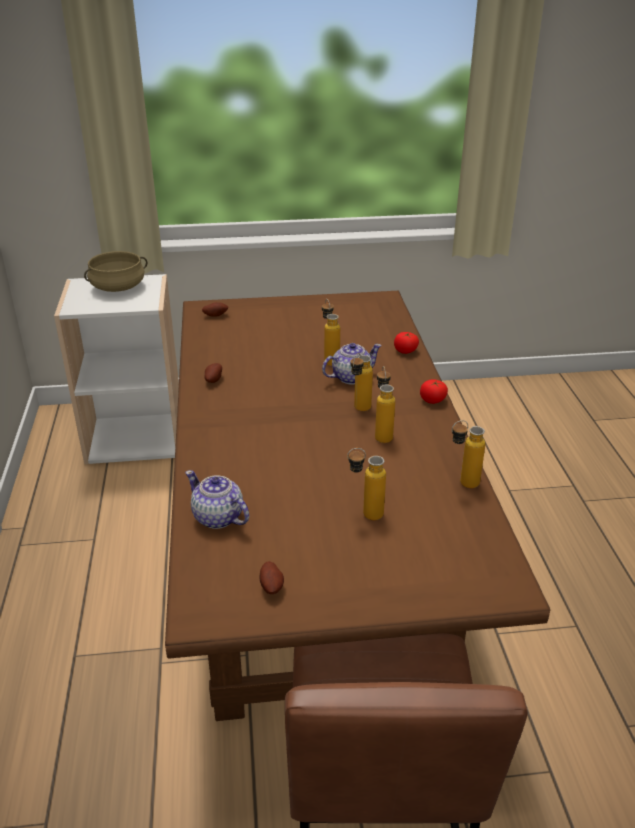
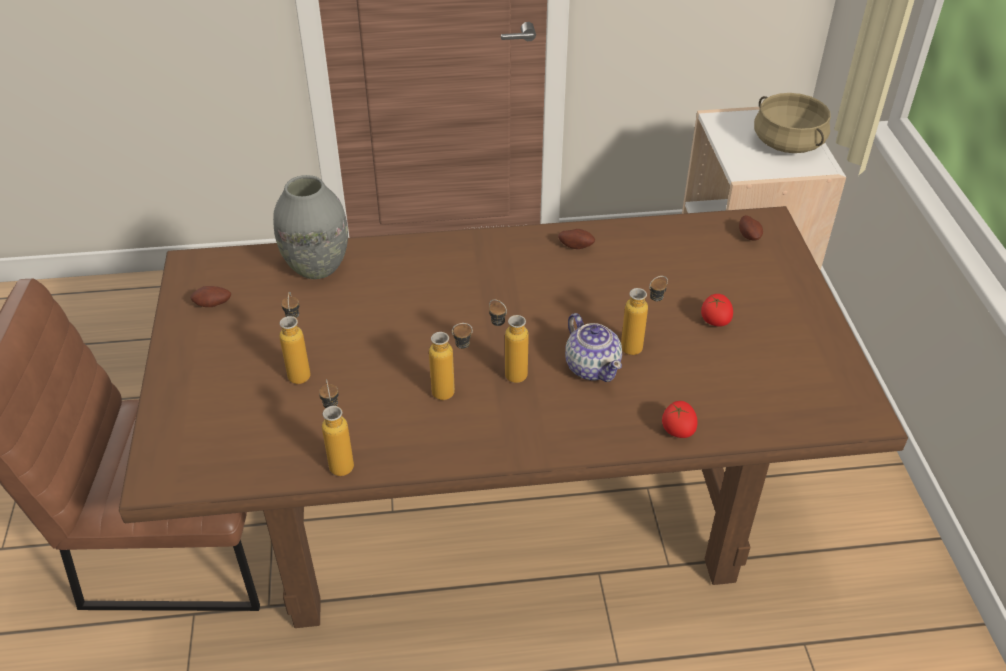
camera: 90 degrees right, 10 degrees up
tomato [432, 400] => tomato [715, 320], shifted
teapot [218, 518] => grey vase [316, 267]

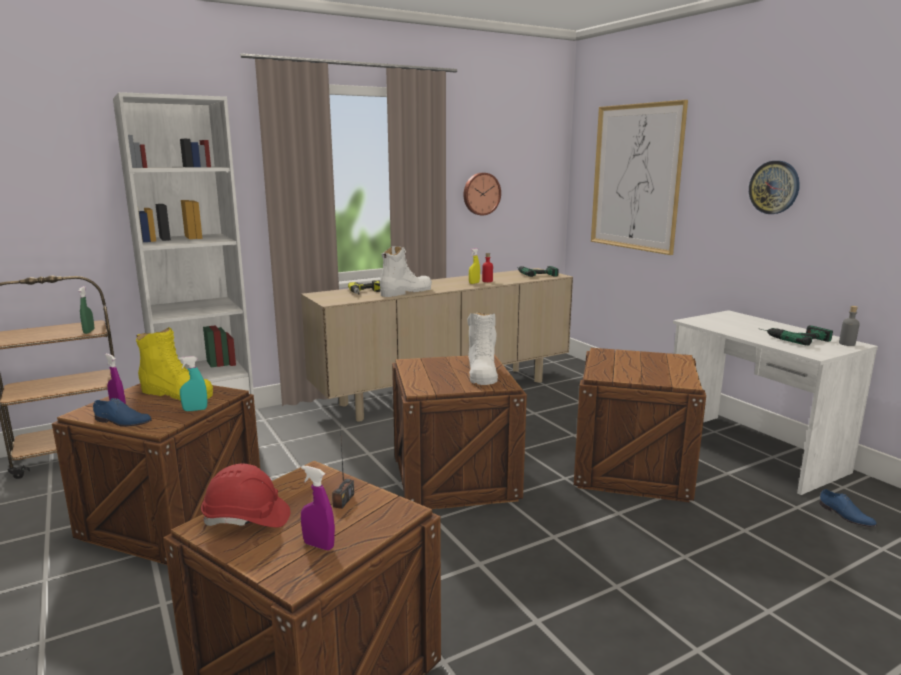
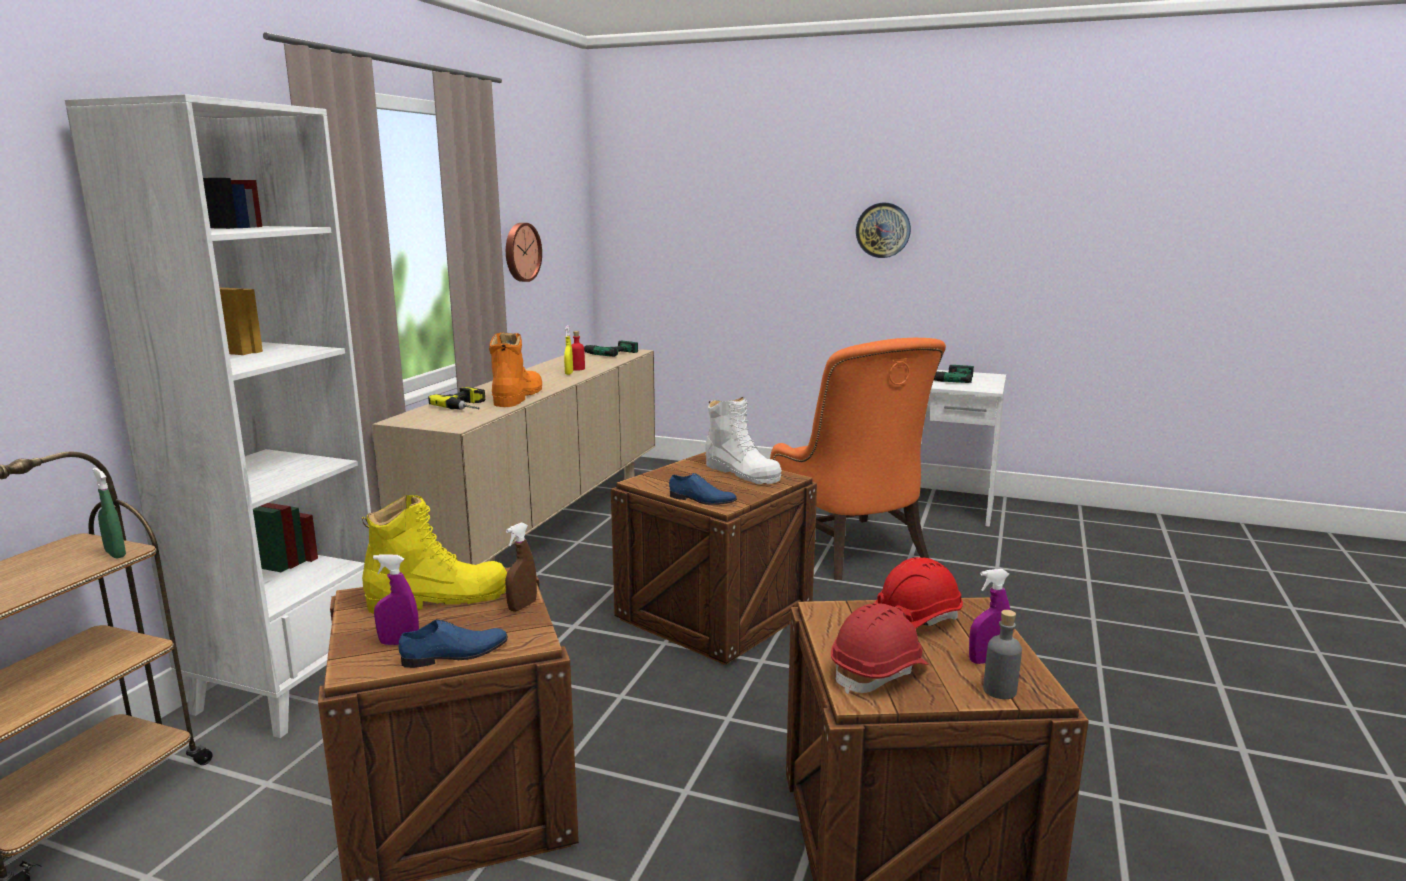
camera: 40 degrees left, 0 degrees up
picture [636, 177] => nothing
blue shoe [845, 515] => blue shoe [701, 499], shifted
grey bottle [847, 344] => grey bottle [999, 690], shifted
radio [343, 500] => red hard hat [913, 621]
crate [632, 470] => orange chair [851, 549]
turquoise spray bottle [195, 410] => brown spray bottle [522, 606]
white boot [406, 292] => orange boot [517, 397]

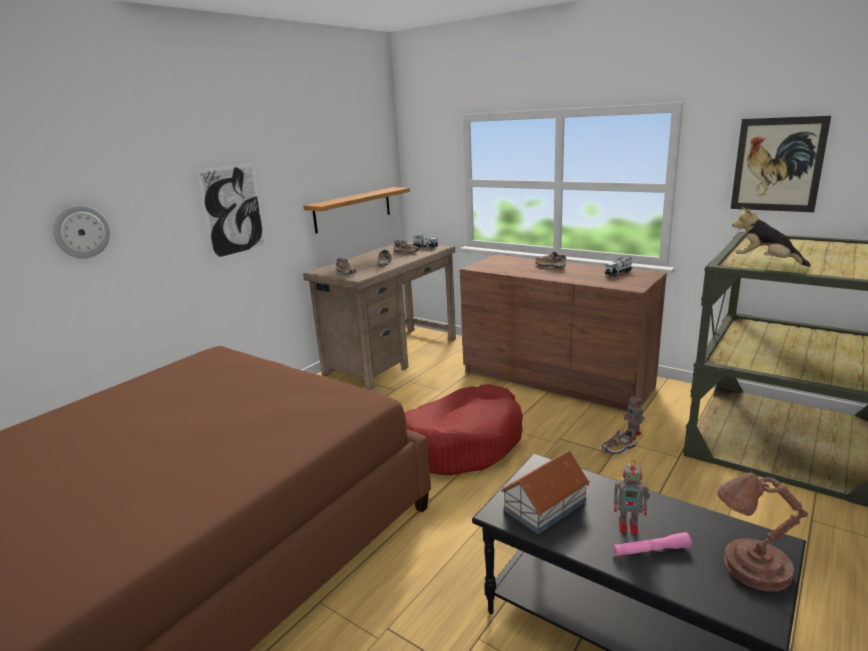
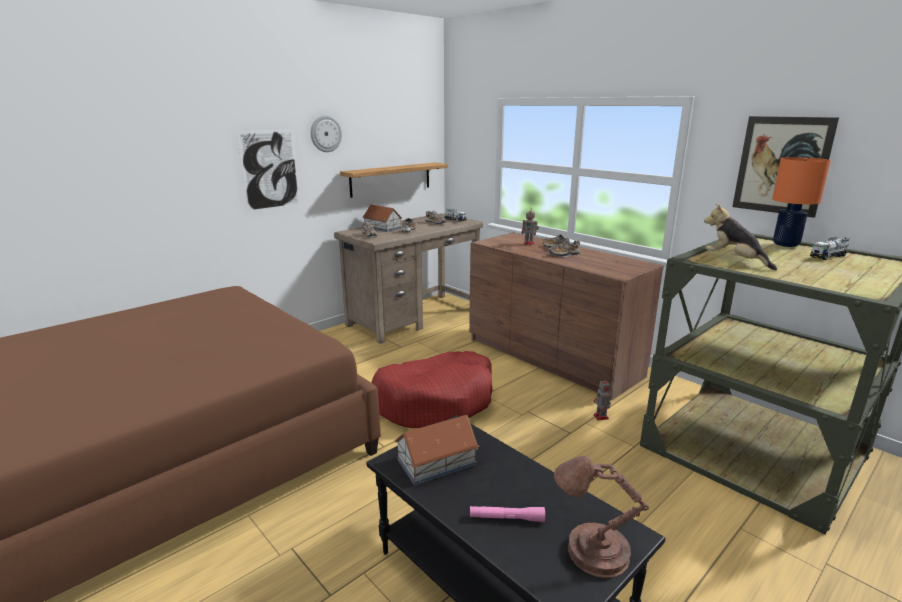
camera: 10 degrees right, 0 degrees up
nothing => toy house [382, 228]
nothing => orange table lamp [785, 245]
wall clock [81, 231] => wall clock [325, 133], shifted
shoe [619, 448] => shoe [564, 255], shifted
toy truck [618, 273] => toy truck [828, 256], shifted
toy robot [629, 526] => toy robot [529, 244], shifted

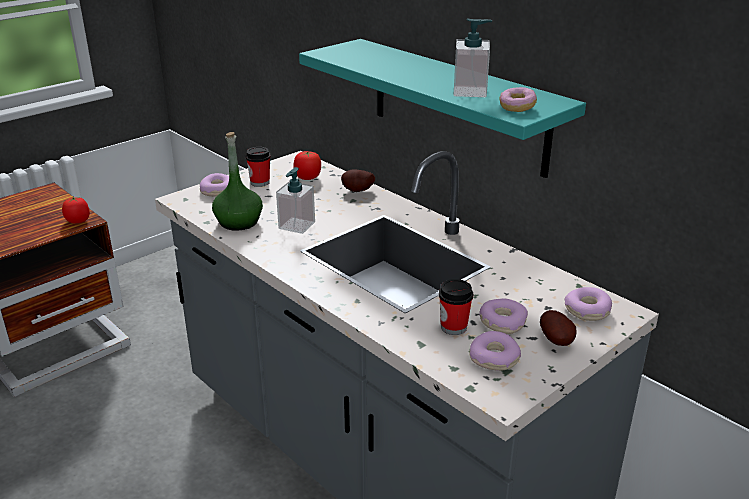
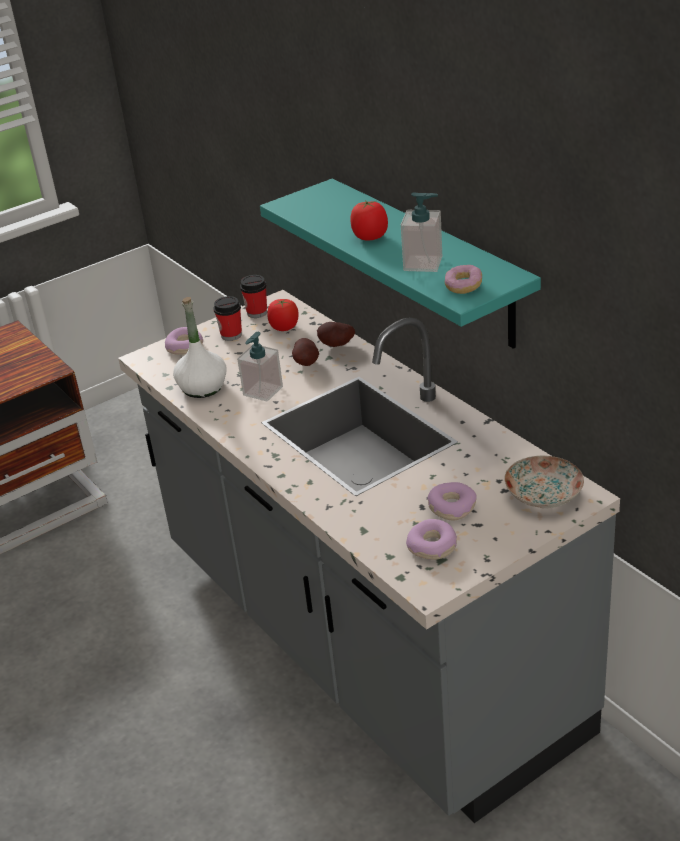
camera: 10 degrees right, 5 degrees up
tomato [78, 221] => tomato [370, 237], shifted
cup [453, 327] => cup [257, 313], shifted
potato [557, 341] => potato [307, 363], shifted
donut [587, 311] => plate [544, 495]
green bottle [238, 222] => white bottle [202, 387]

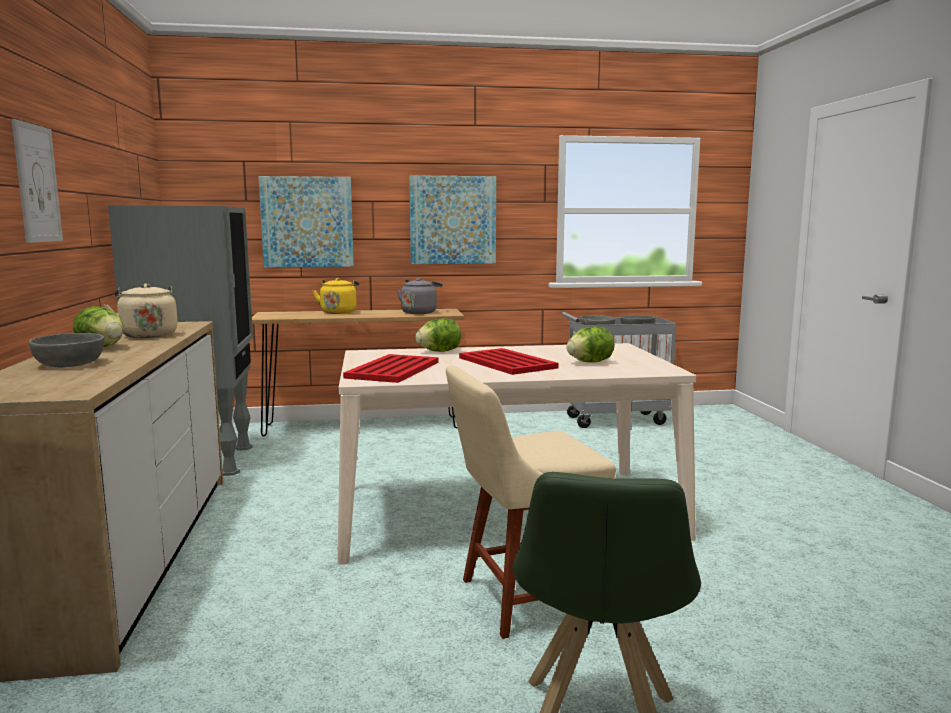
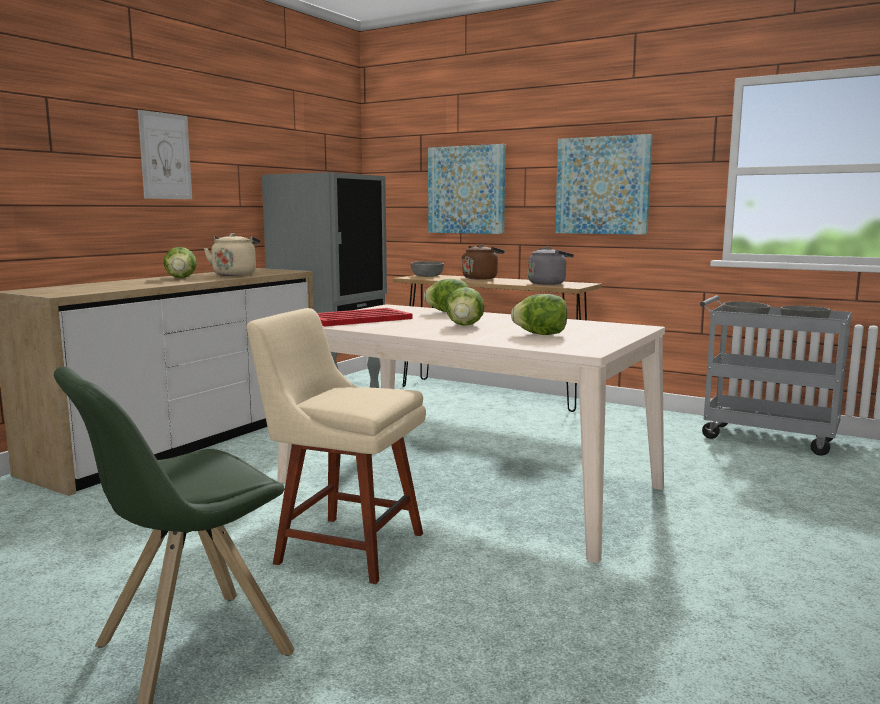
camera: 40 degrees right, 0 degrees up
grey bowl [70, 364] => grey bowl [427, 276], shifted
red tray [506, 362] => lettuce [465, 325]
yellow kettle [339, 312] => brown kettle [481, 278]

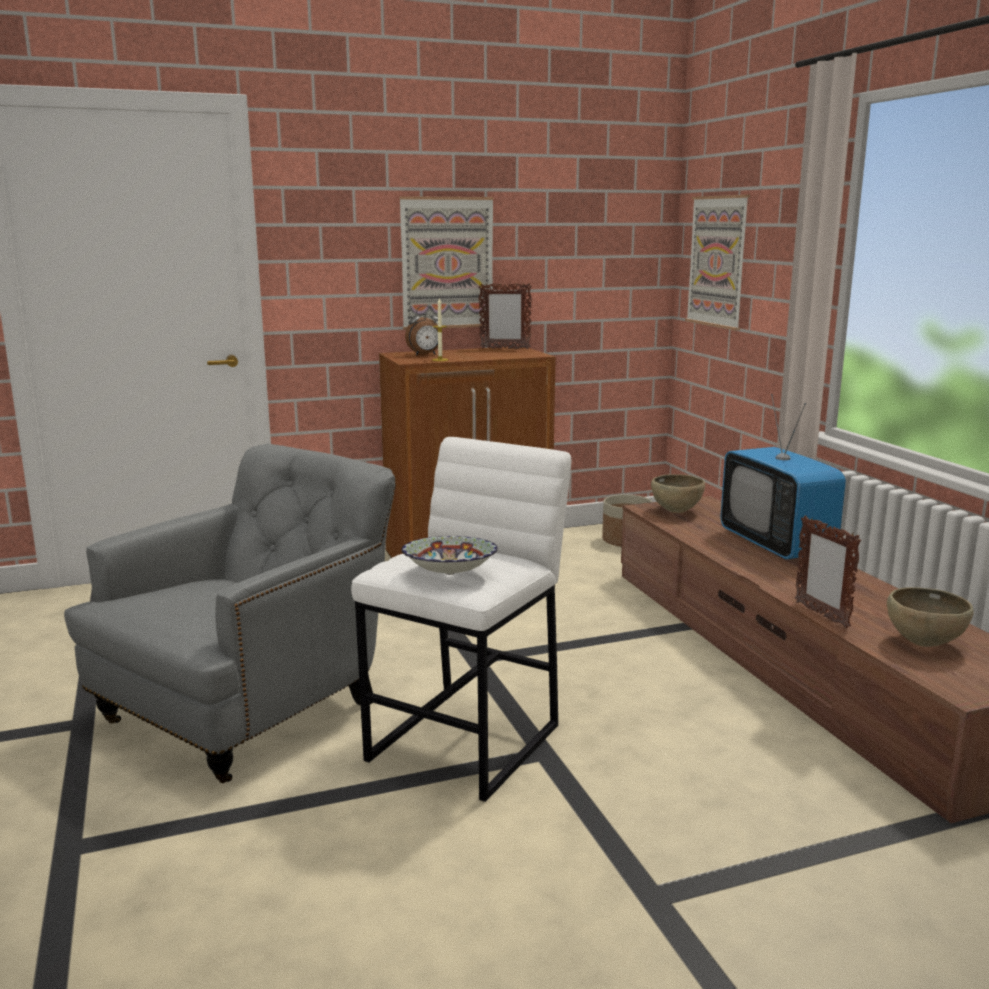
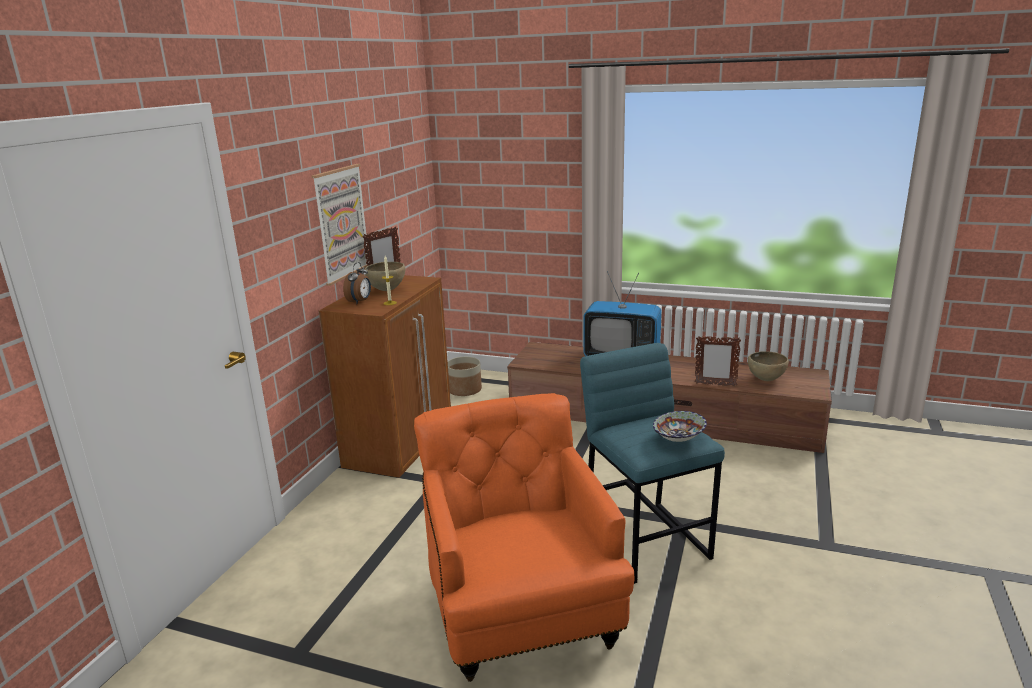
camera: 50 degrees left, 5 degrees up
picture [718, 261] => nothing
brown bowl [676, 512] => brown bowl [387, 290], shifted
grey armchair [253, 708] => orange armchair [519, 606]
white stool [467, 740] => blue stool [645, 539]

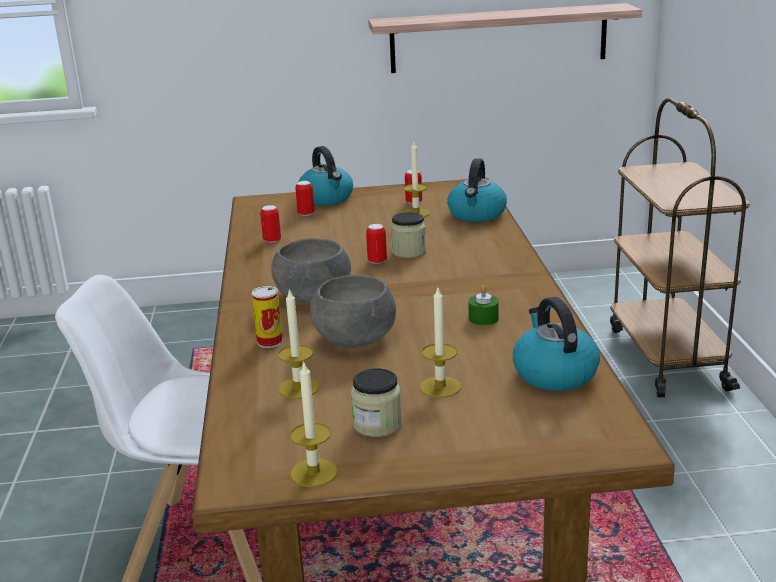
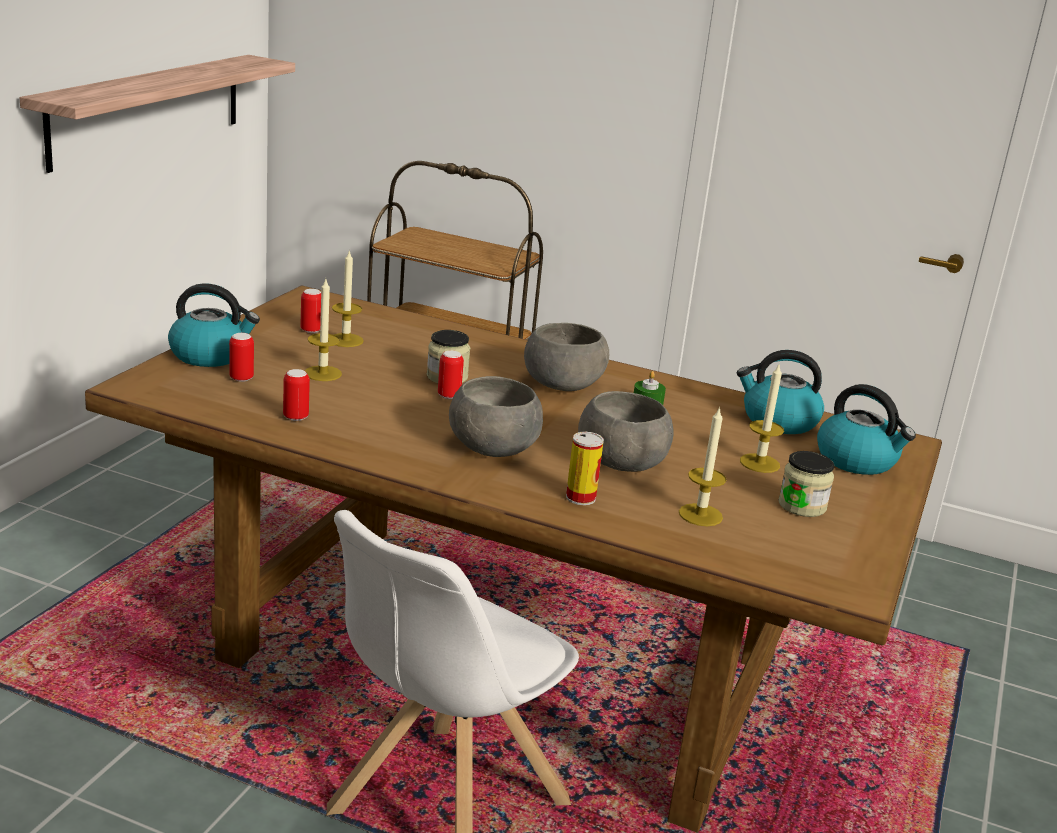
camera: 65 degrees left, 0 degrees up
nothing => grey bowl [562, 383]
candle [314, 473] => candle [322, 373], shifted
kettle [477, 214] => kettle [857, 460], shifted

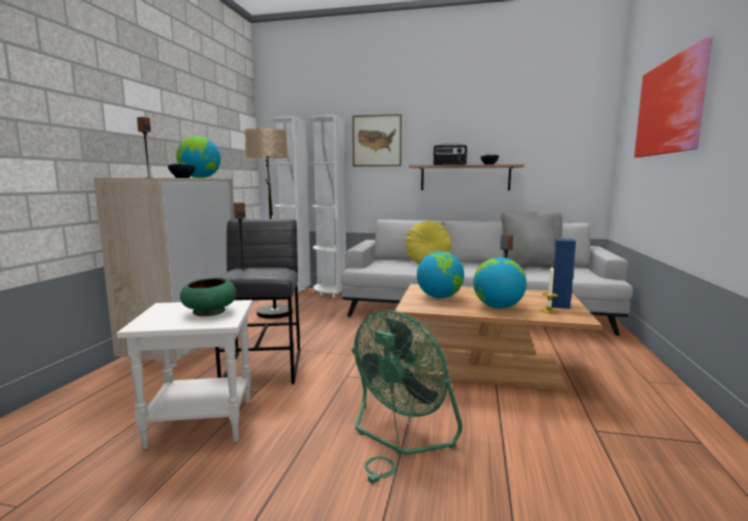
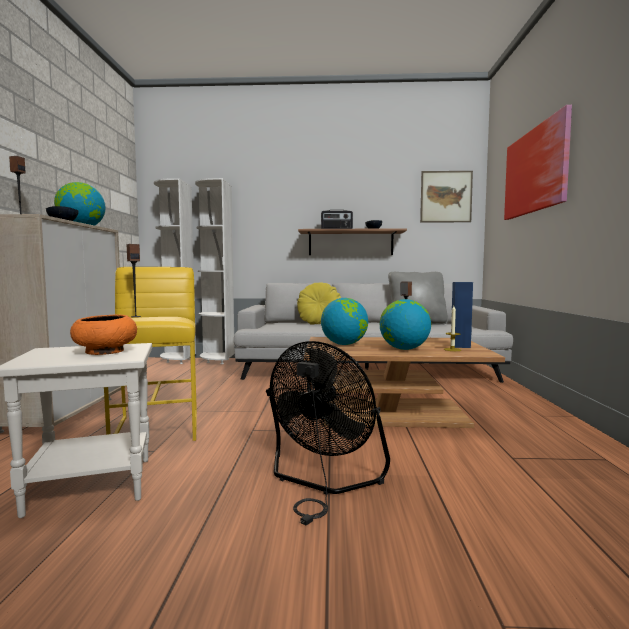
camera: 10 degrees left, 5 degrees down
floor lamp [274, 308] => nothing
picture [377, 141] => picture [446, 197], shifted
green bowl [209, 312] => orange bowl [105, 352]
grey stool [263, 367] => yellow stool [157, 427]
green fan [393, 437] => black fan [317, 480]

